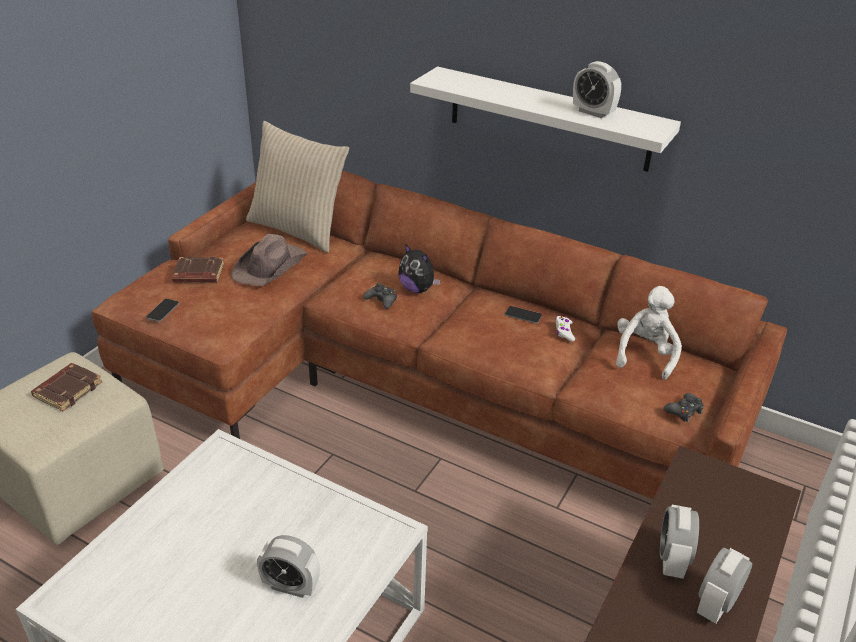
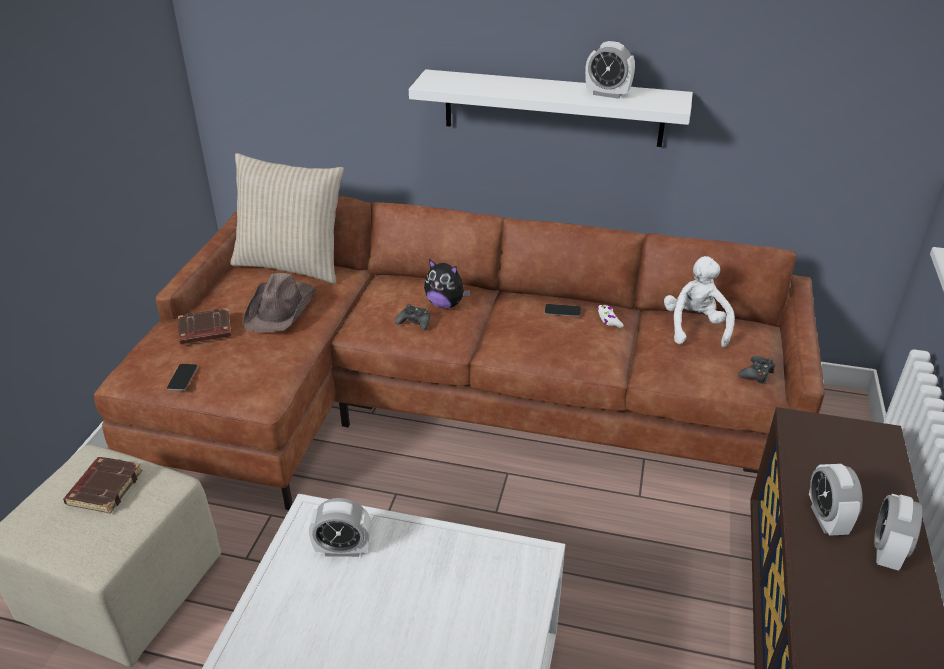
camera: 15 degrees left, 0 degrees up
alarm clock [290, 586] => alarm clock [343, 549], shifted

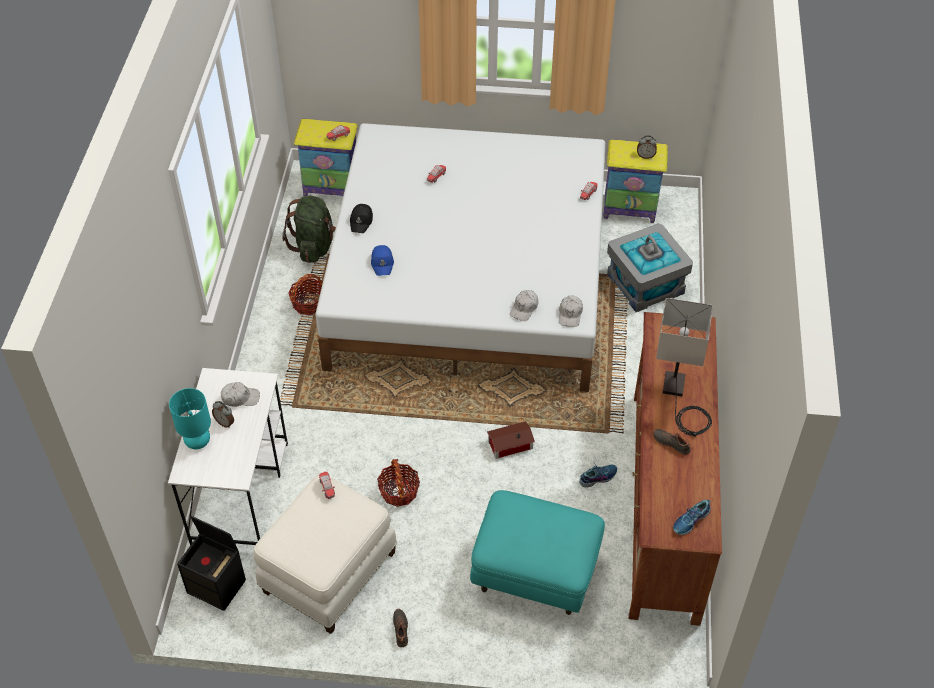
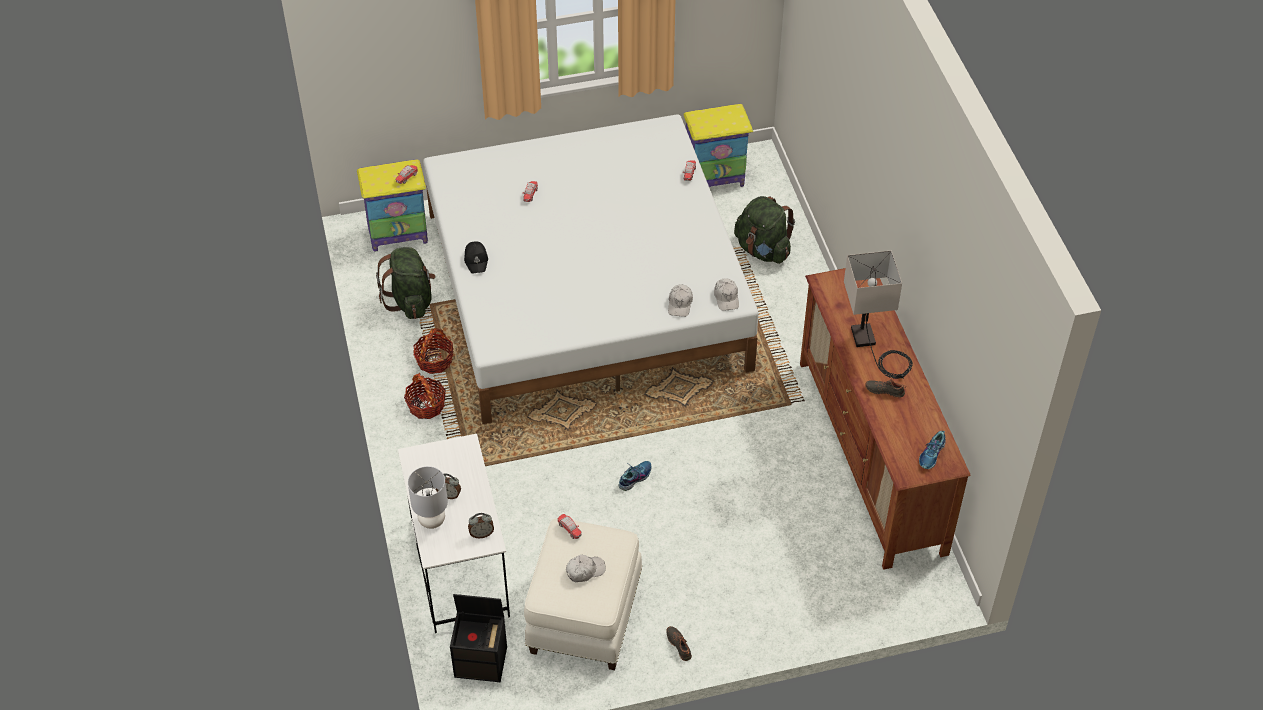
camera: 20 degrees left, 0 degrees up
blue cap [382, 263] => nothing
turquoise ottoman [536, 574] => nothing
toy house [509, 444] => nothing
white cap [240, 398] => white cap [585, 570], shifted
basket [399, 491] => basket [426, 405], shifted
shoe [598, 477] => shoe [635, 477], shifted
alarm clock [645, 156] => alarm clock [481, 534], shifted
grey storage box [646, 284] => green backpack [763, 250]
turquoise table lamp [197, 442] => grey table lamp [432, 521]

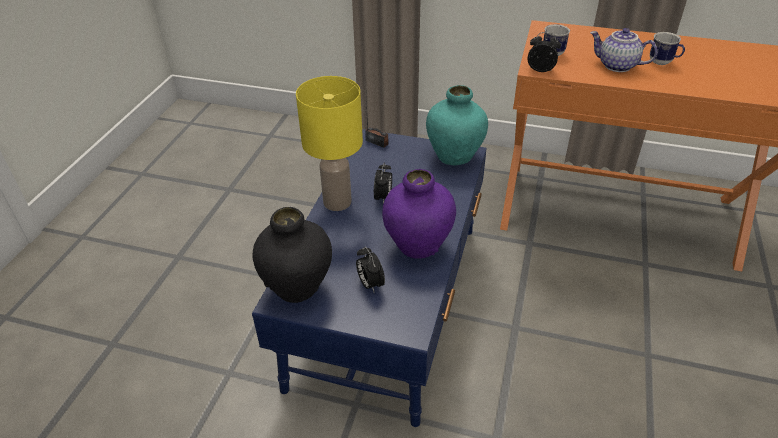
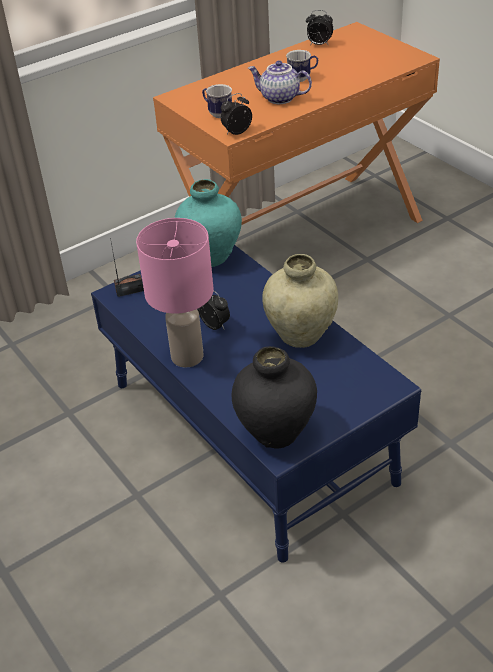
camera: 50 degrees left, 0 degrees up
alarm clock [370, 284] => alarm clock [319, 45], shifted
yellow table lamp [338, 202] => pink table lamp [188, 356]
purple vase [418, 246] => beige vase [300, 335]
teapot [616, 66] => teapot [279, 98], 45 degrees clockwise

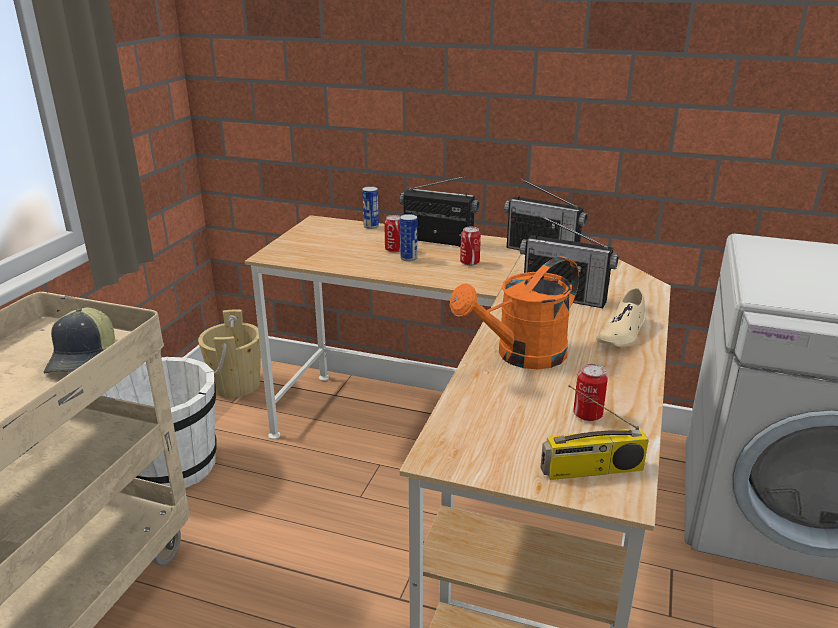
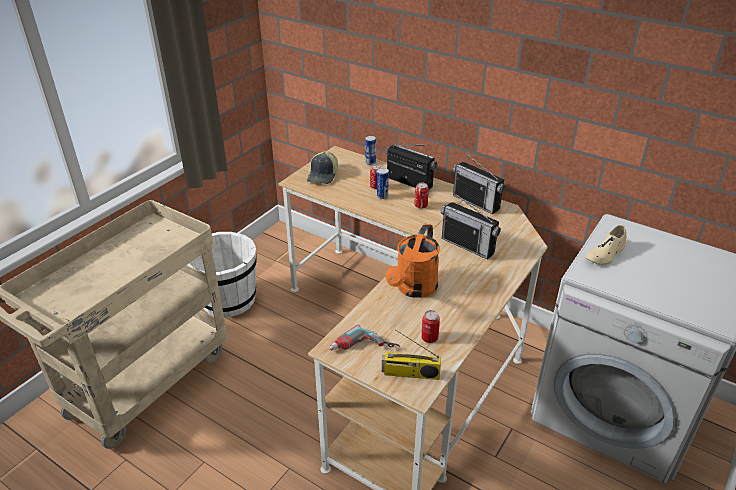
camera: 15 degrees right, 10 degrees up
beige bucket [236, 385] => nothing
nothing => power drill [363, 350]
cap [84, 357] => cap [323, 175], shifted
beige shoe [622, 333] => beige shoe [605, 254], shifted
orange watering can [521, 356] => orange watering can [413, 289], 45 degrees counterclockwise

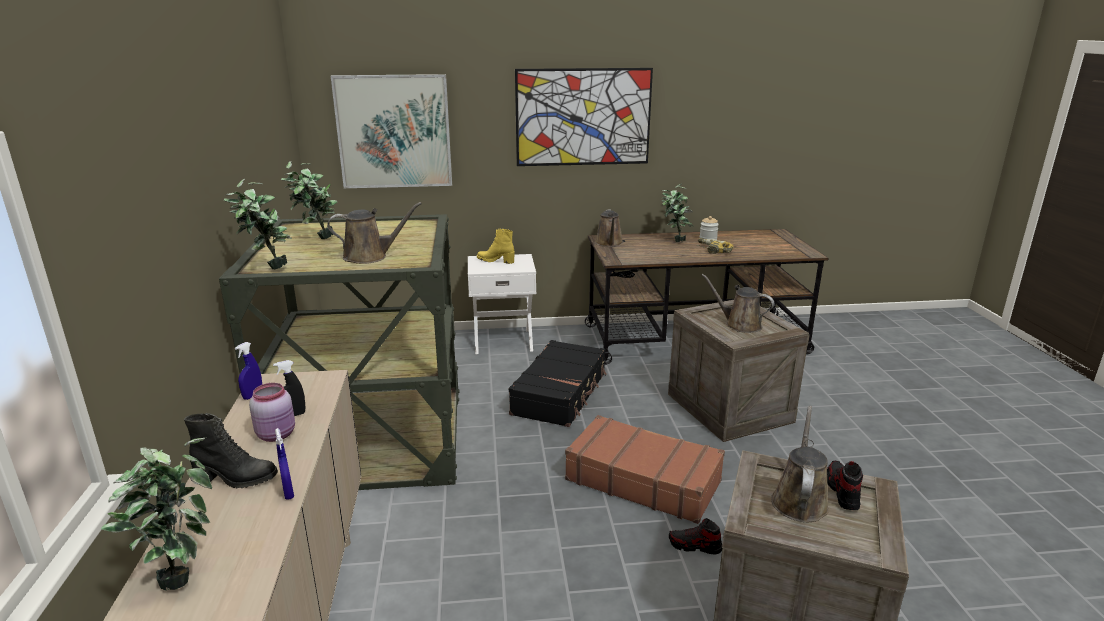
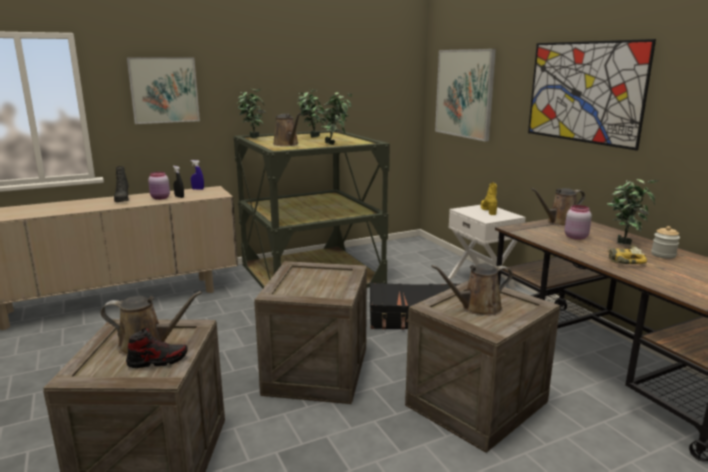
camera: 70 degrees right, 5 degrees down
blue spray bottle [288, 493] => nothing
shoe [695, 546] => nothing
nothing => picture [164, 90]
nothing => pink jar [575, 237]
potted plant [180, 572] => potted plant [335, 144], shifted
brown suitcase [643, 480] => crate [316, 370]
brown watering can [739, 325] => brown watering can [477, 308], 120 degrees counterclockwise

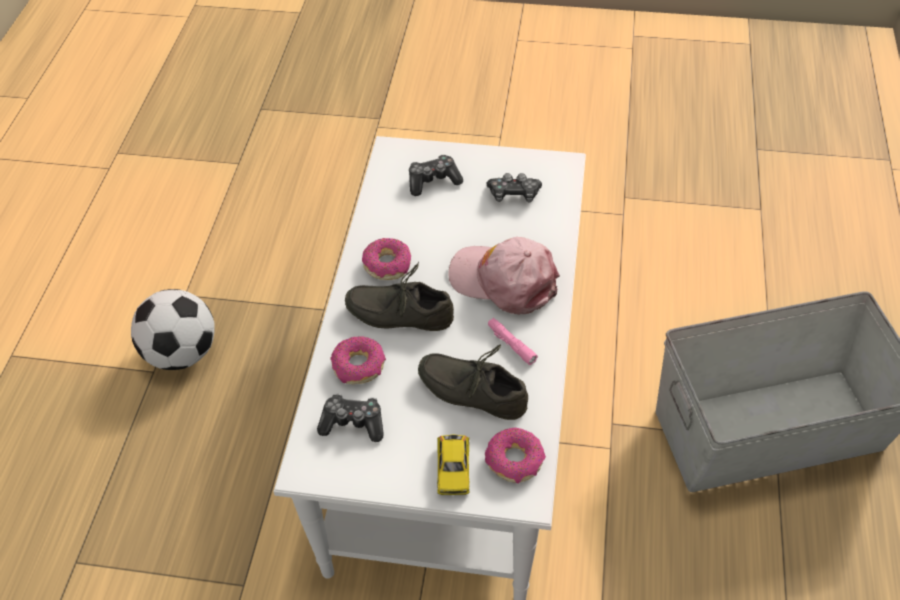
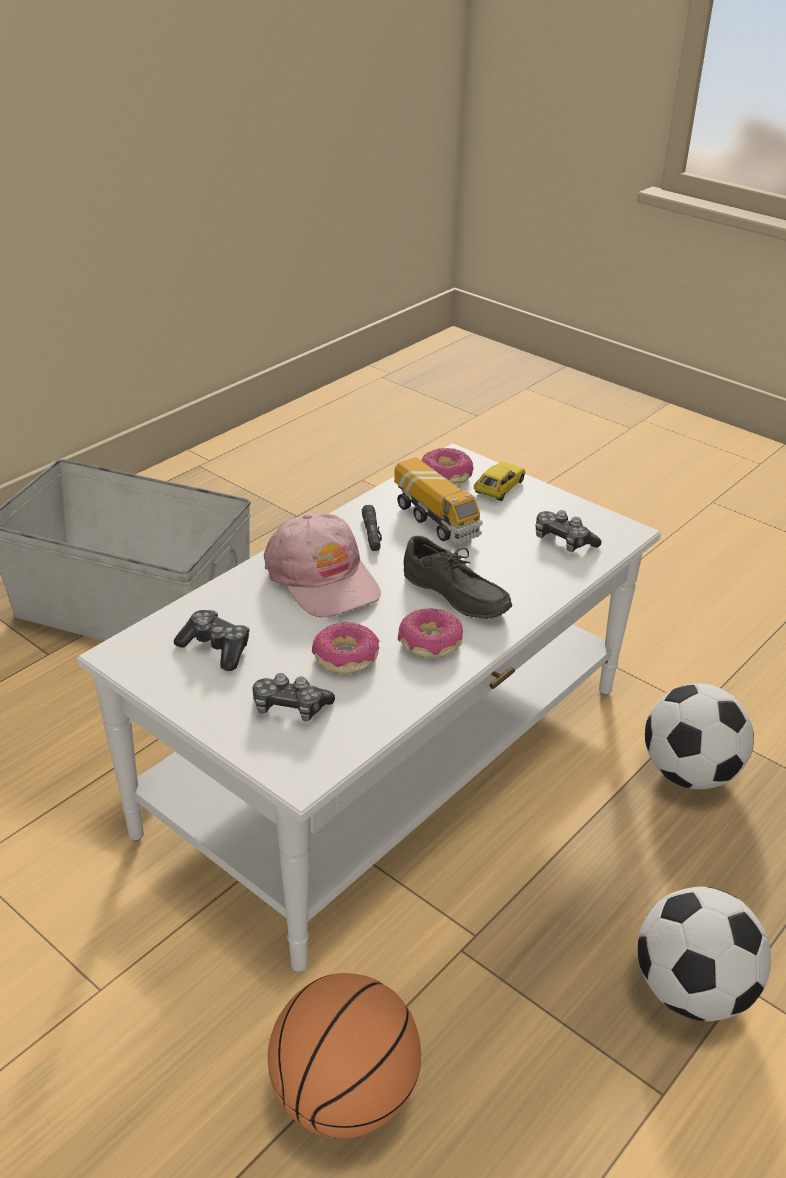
camera: 150 degrees left, 15 degrees down
nothing => basketball [344, 1096]
nothing => football [689, 773]
donut [359, 366] => donut [345, 657], shifted
grey shoe [474, 389] => toy truck [436, 520]
pink flashlight [511, 344] => black flashlight [372, 534]

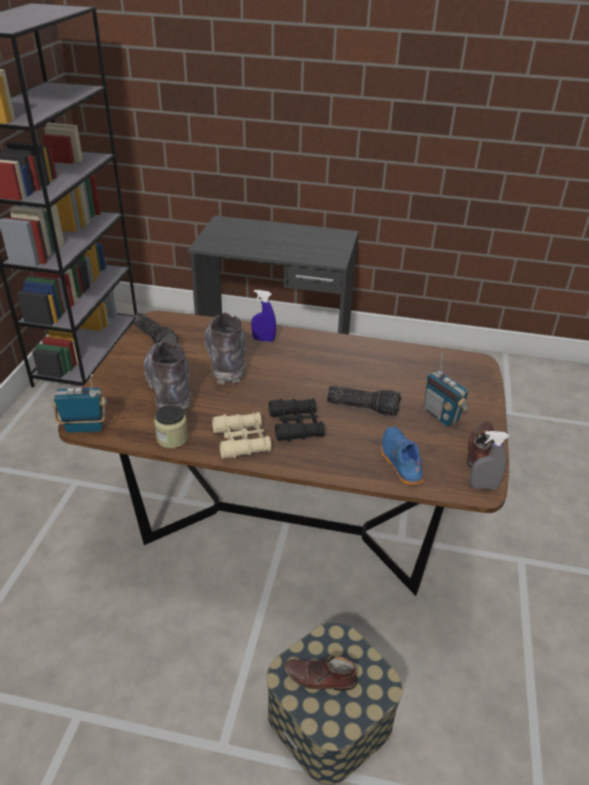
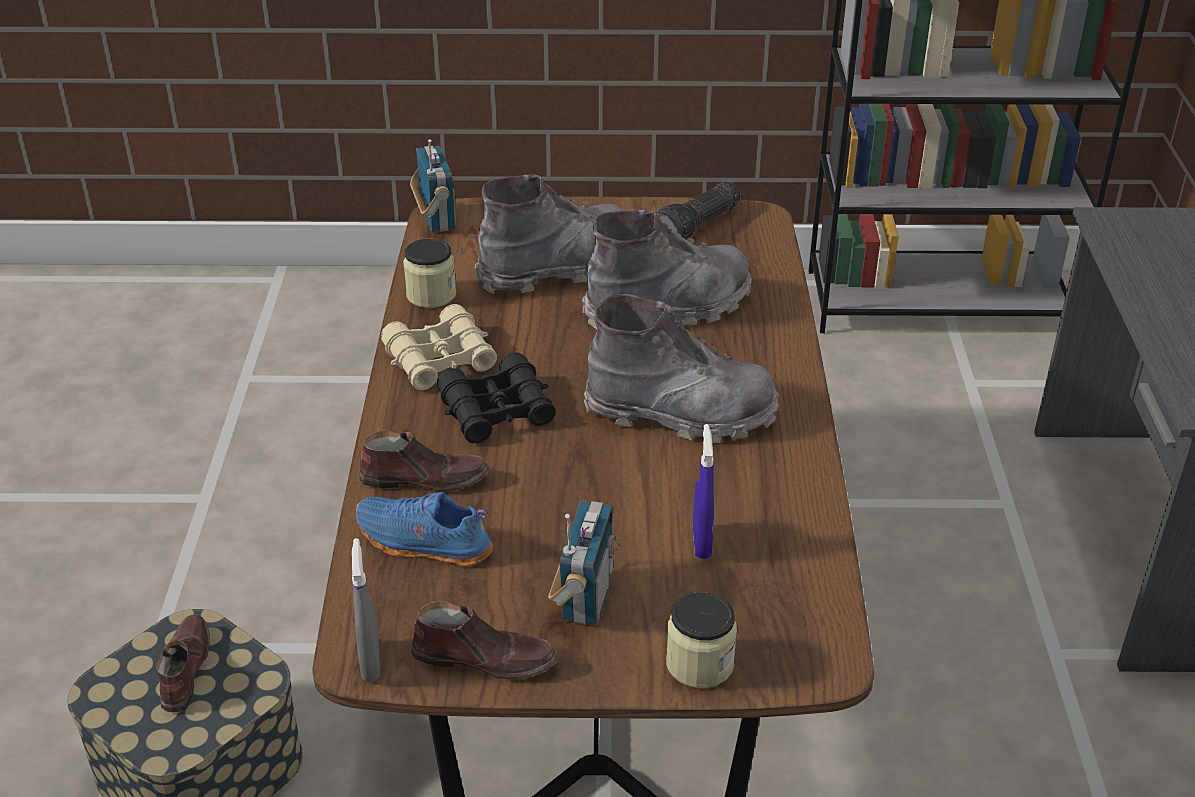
camera: 80 degrees right, 0 degrees up
flashlight [363, 407] => nothing
nothing => brown shoe [424, 478]
nothing => grey boot [681, 414]
nothing => jar [699, 664]
blue spray bottle [263, 340] => blue spray bottle [701, 543], shifted
blue shoe [399, 462] => blue shoe [423, 544], 135 degrees counterclockwise
radio [441, 415] => radio [585, 599], 150 degrees clockwise

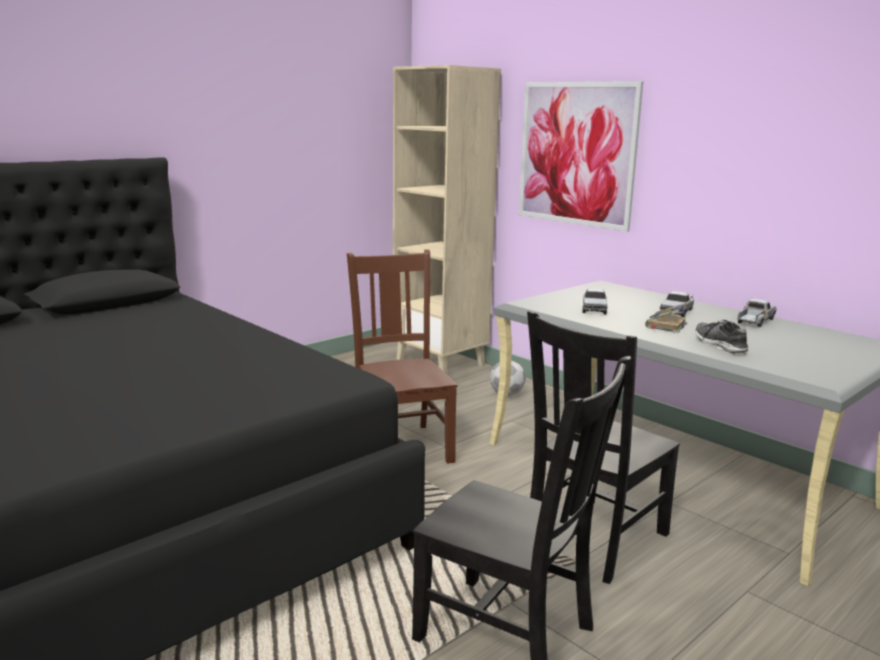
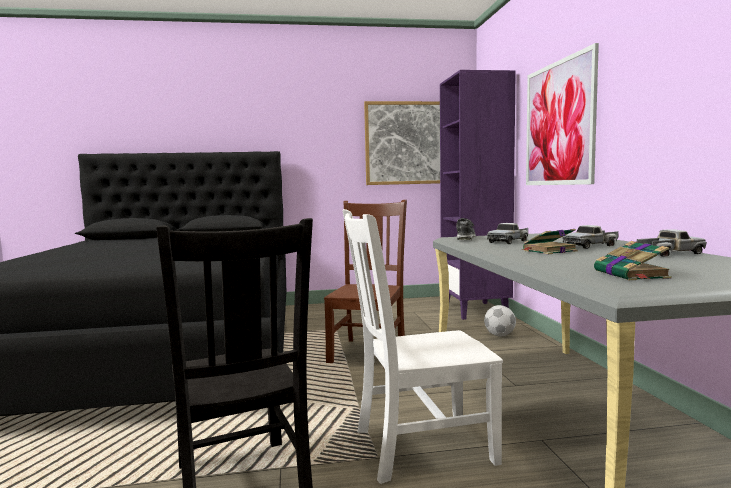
camera: 35 degrees right, 10 degrees down
nothing => picture [405, 143]
nothing => book [631, 275]
shoe [720, 345] => shoe [465, 238], shifted
beige bookcase [441, 363] => purple bookcase [475, 310]
black chair [593, 540] => white chair [418, 447]

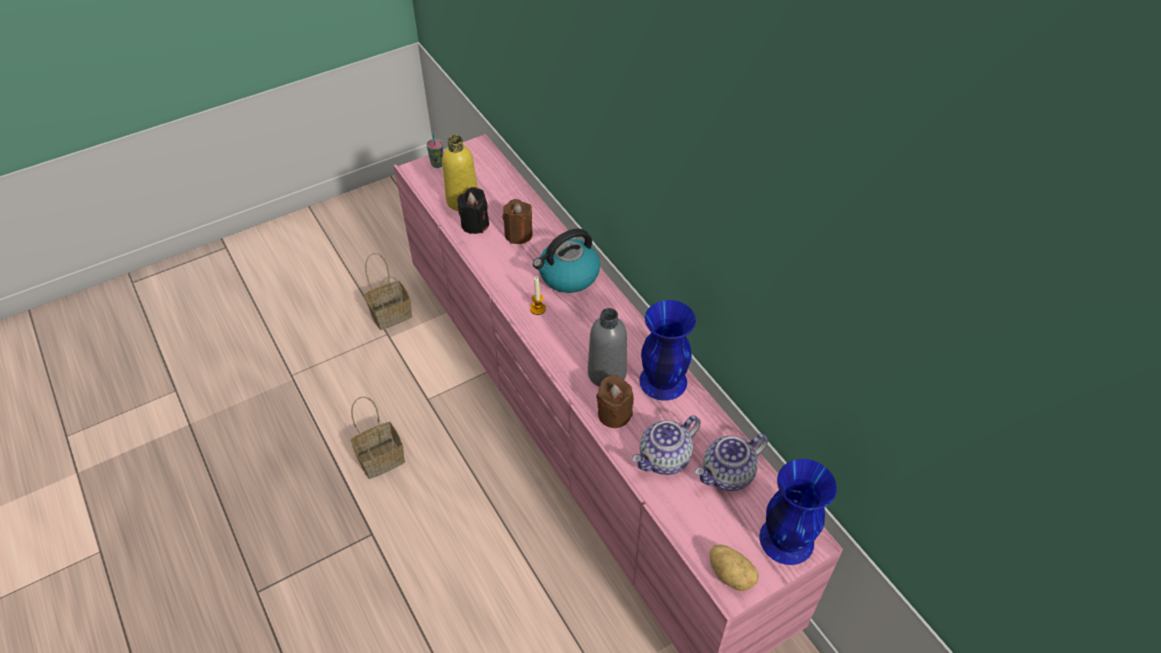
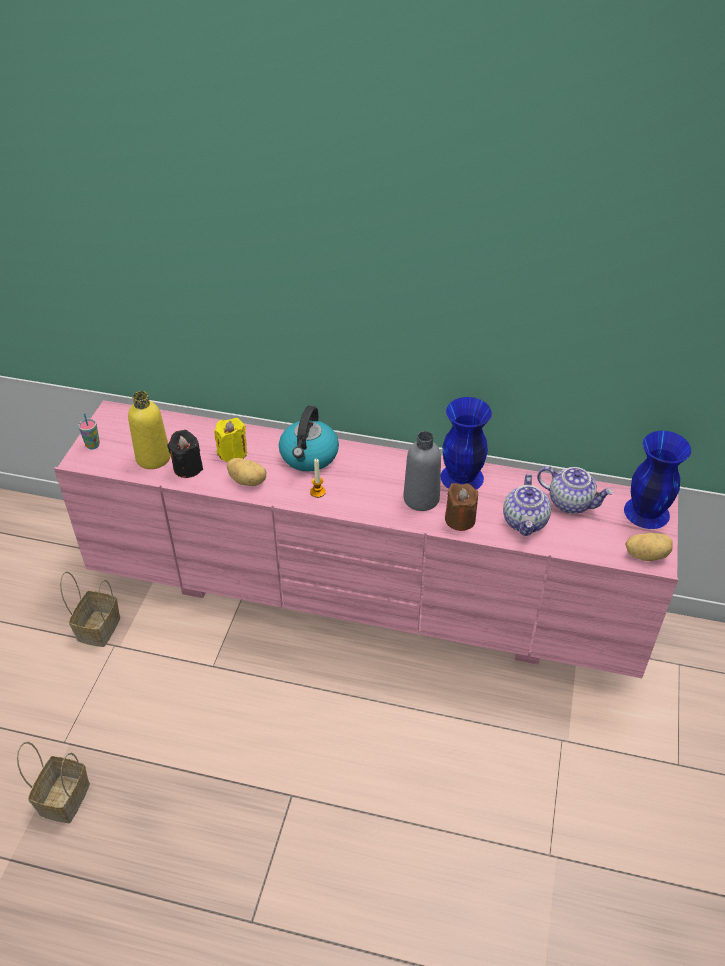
camera: 45 degrees left, 5 degrees down
nothing => potato [248, 480]
basket [382, 458] => basket [64, 797], shifted
brown candle [518, 234] => yellow candle [233, 453]
teapot [728, 475] => teapot [571, 502], 75 degrees counterclockwise

